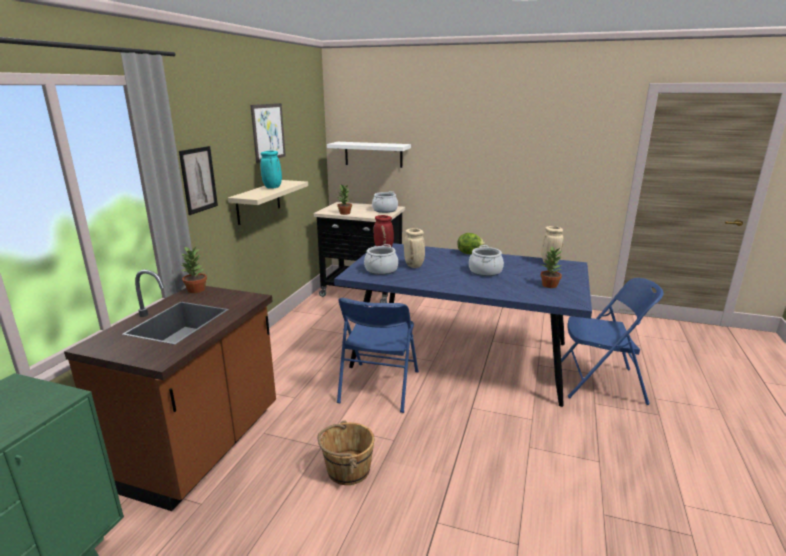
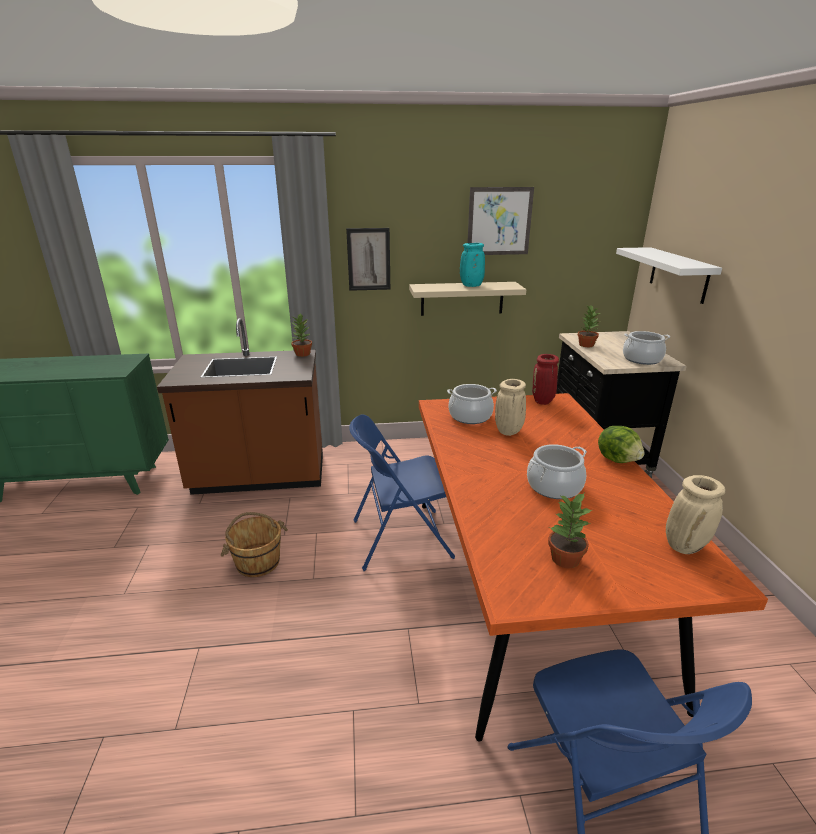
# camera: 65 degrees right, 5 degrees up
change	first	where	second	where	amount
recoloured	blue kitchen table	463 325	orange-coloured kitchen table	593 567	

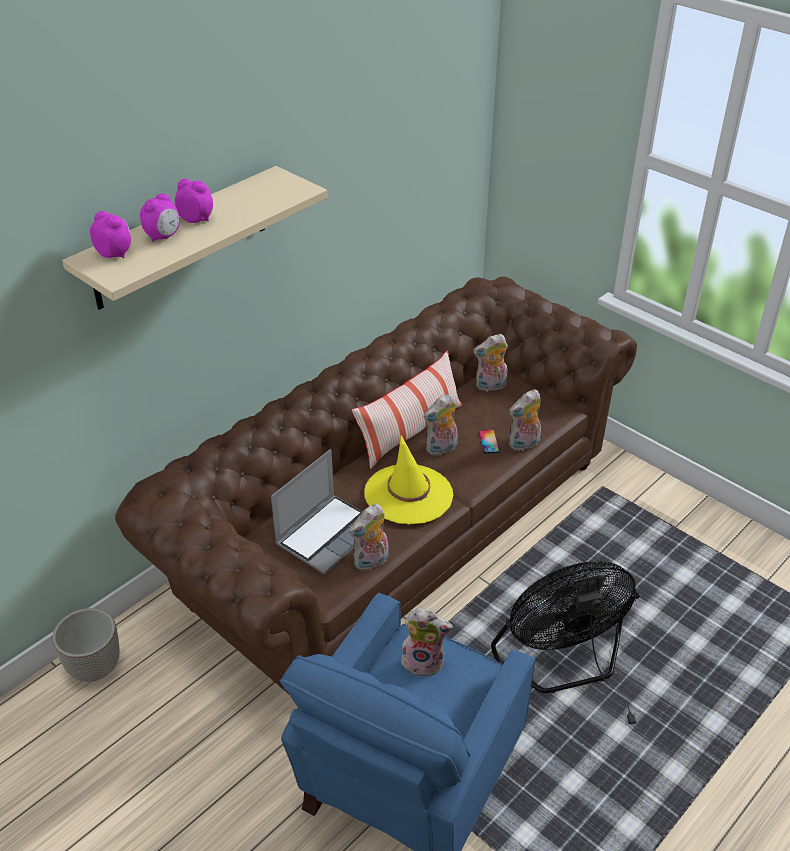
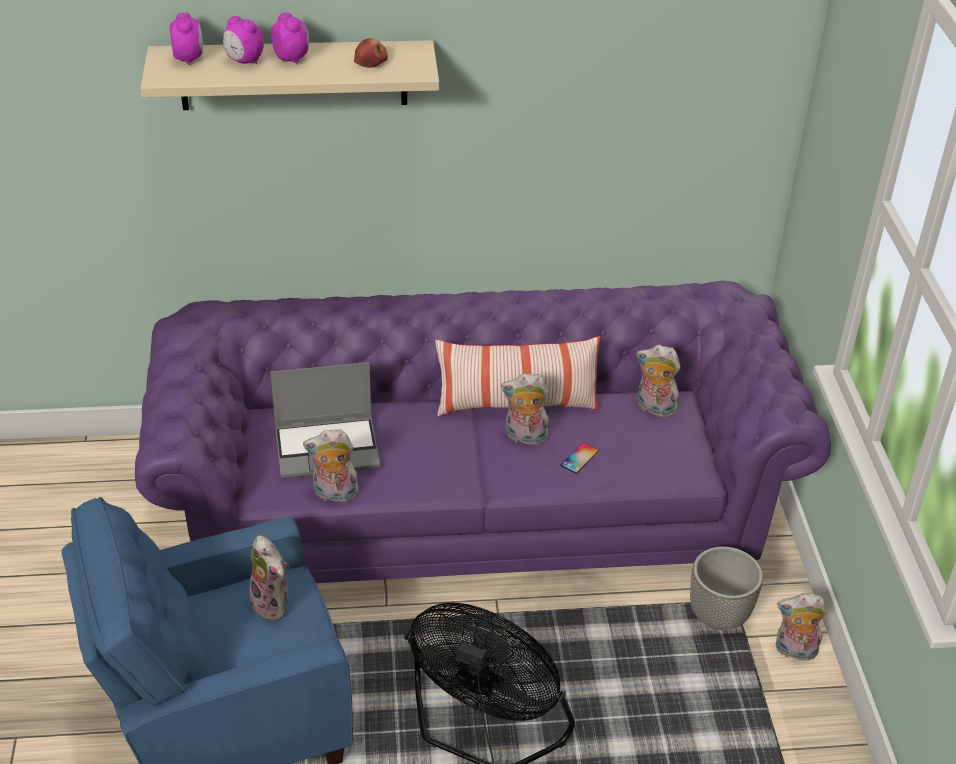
# camera: 40 degrees right, 0 degrees up
change	first	where	second	where	amount
recoloured	brownish sofa	376 484	purple sofa	483 432	
turned	alarm clock	160 218		243 40	45 degrees clockwise
added			whole apple	371 53	
moved	planter	86 645		726 588	
moved	soft toy	525 420		801 627	
removed	yellowish hat	408 480			

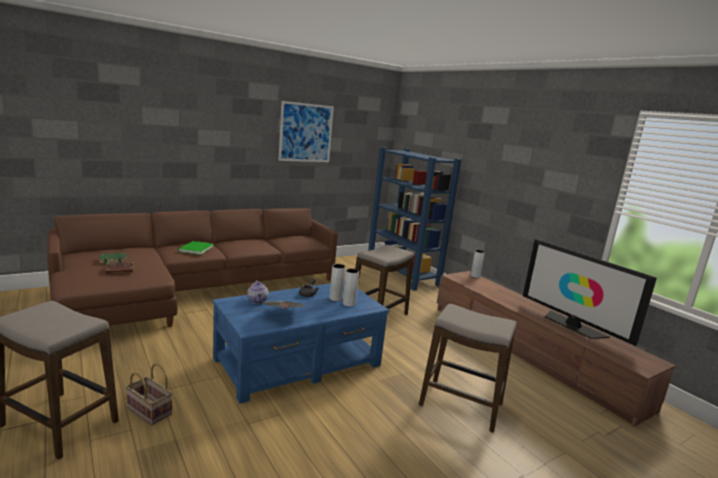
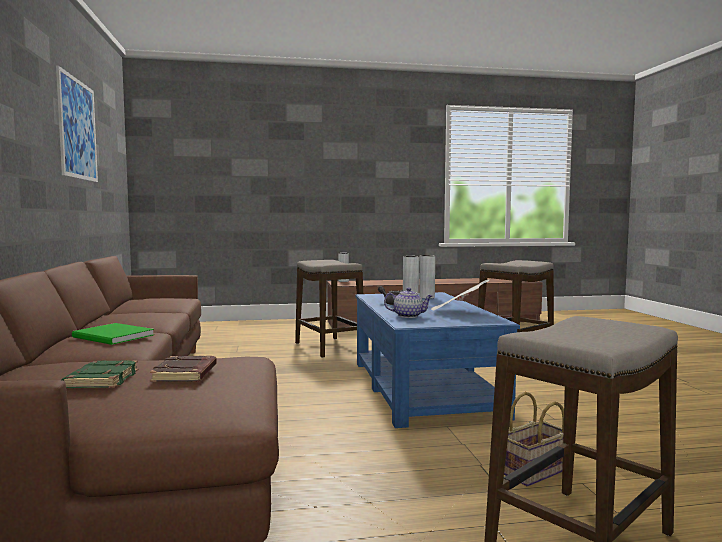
# camera: 65 degrees left, 10 degrees down
change	first	where	second	where	amount
removed	blue bookshelf	415 219			
removed	TV	590 292			

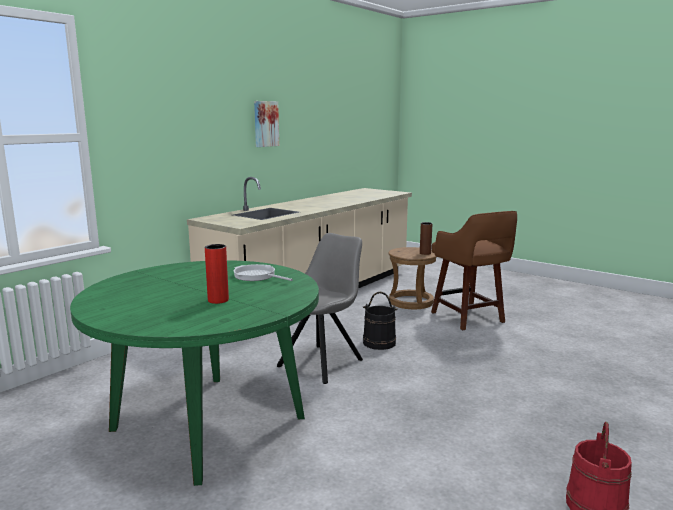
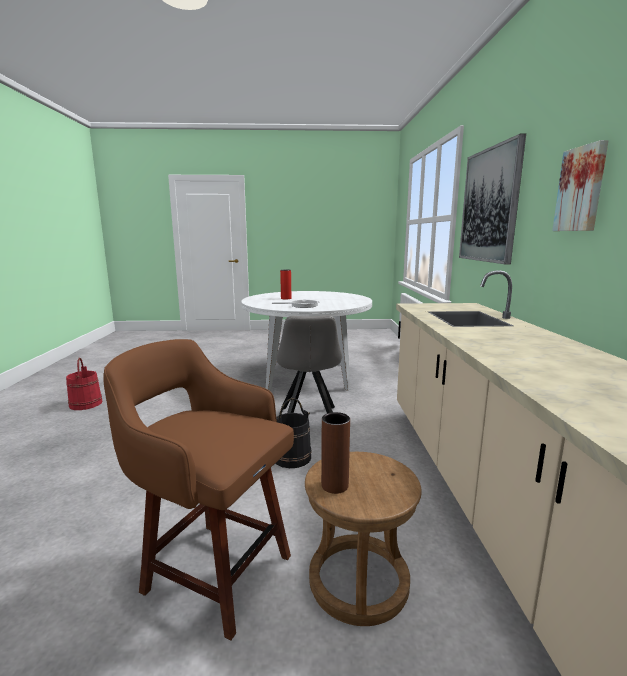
# camera: 140 degrees right, 0 degrees up
change	first	where	second	where	amount
recoloured	greenish kitchen table	194 373	whitish kitchen table	306 341	
added			wall picture	492 199	

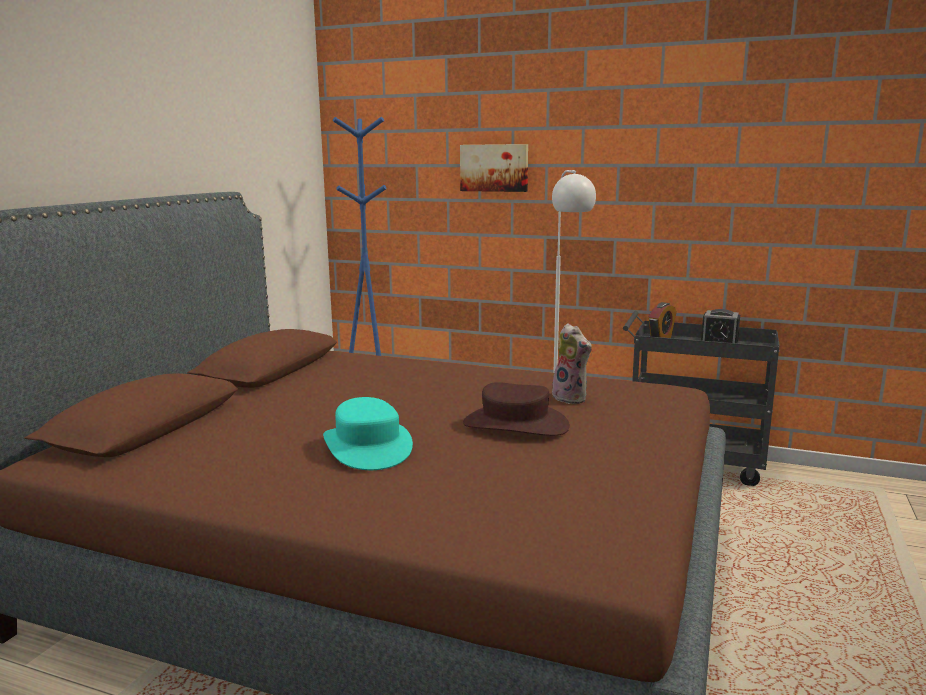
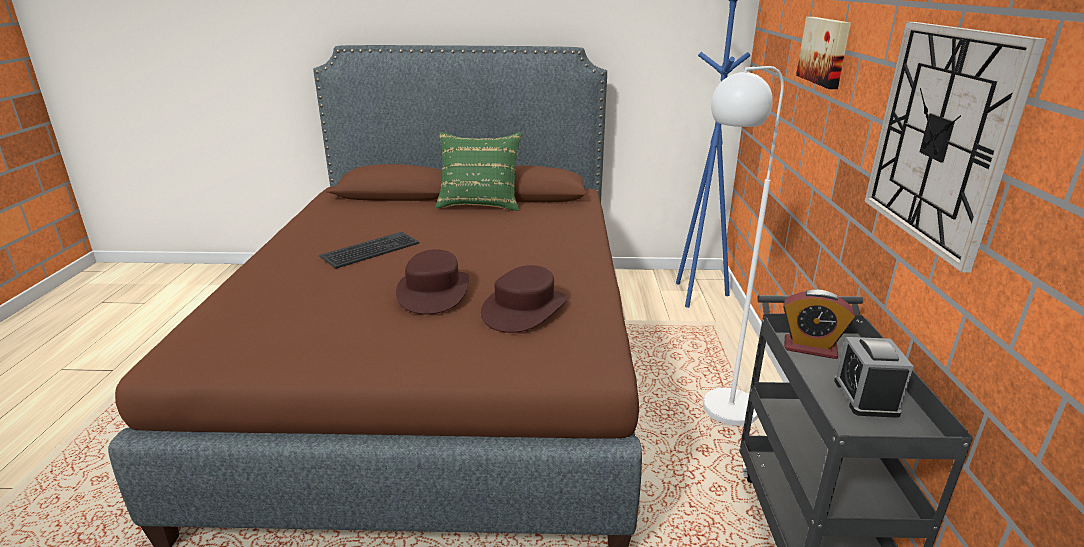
# camera: 70 degrees right, 10 degrees up
change	first	where	second	where	amount
replaced	blue-green hat	368 433	PC keyboard	369 250	
added			greenish cushion	479 171	
replaced	soft toy	572 363	brownish hat	524 299	
added			hanging clock	955 147	

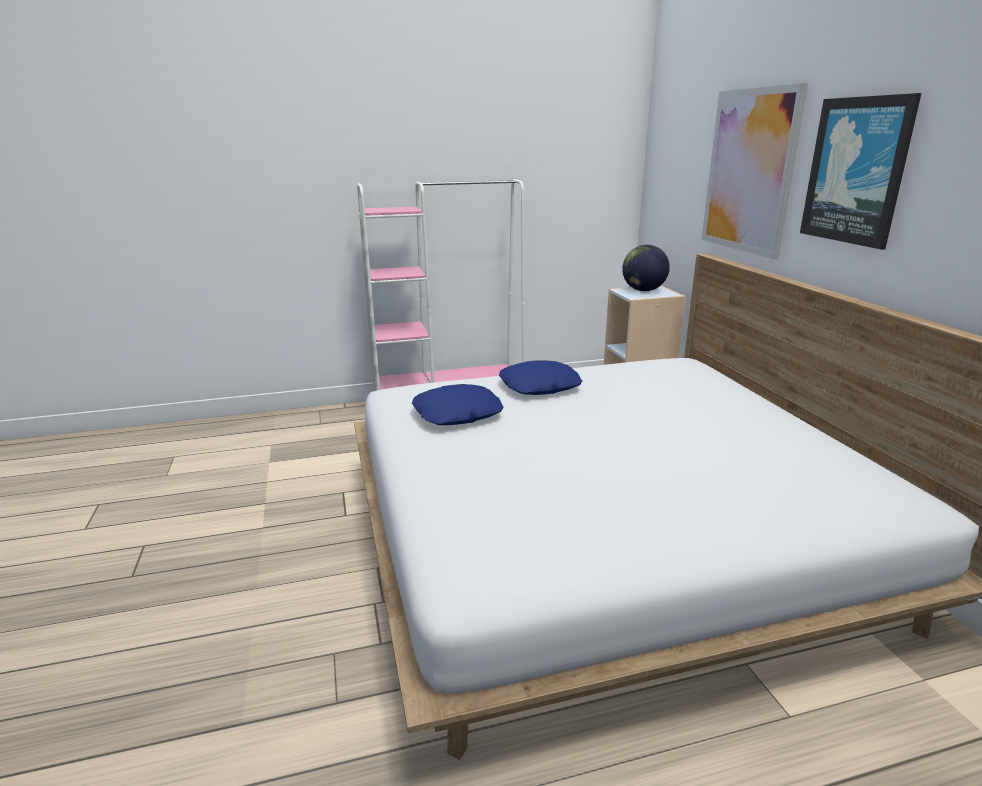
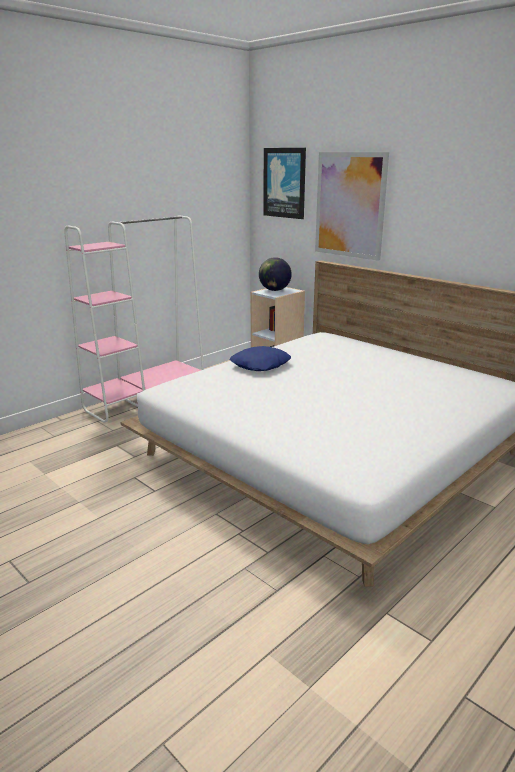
# camera: 30 degrees left, 0 degrees up
change	first	where	second	where	amount
moved	wall picture	860 171		284 183	
removed	blue cushion	457 404			

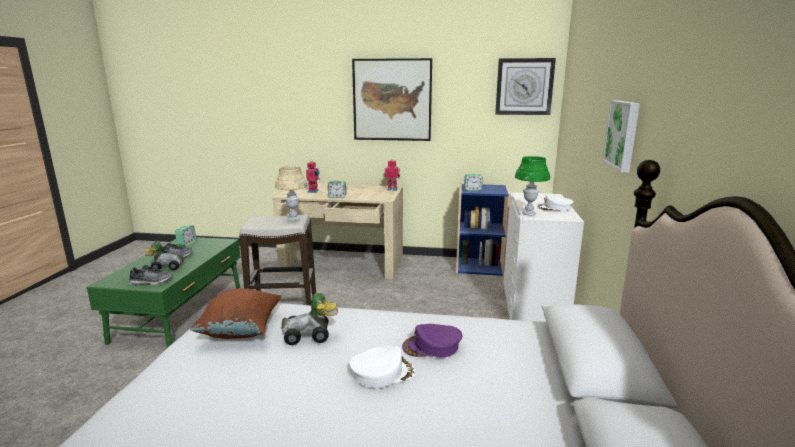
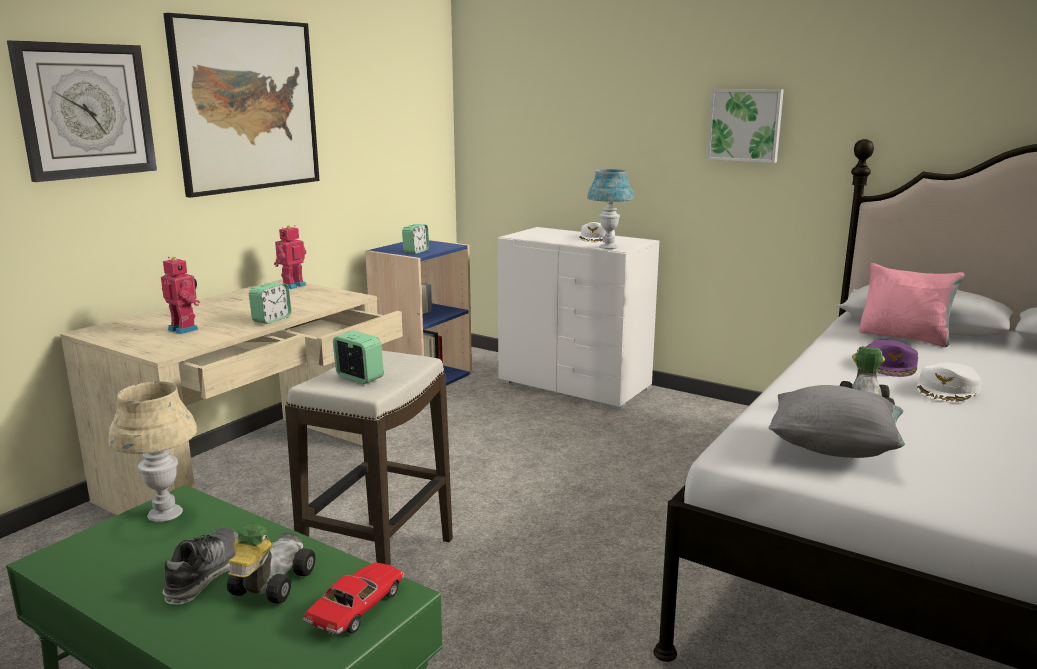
# camera: 65 degrees left, 0 degrees up
change	first	where	second	where	amount
moved	hanging clock	525 86		82 111	
moved	sand-coloured tabletop lamp	291 193		152 451	
replaced	item of footwear	150 275	miniature car	353 598	
moved	alarm clock	185 235		358 357	
recoloured	greenish tabletop lamp	532 185	blue tabletop lamp	610 209	
recoloured	brownish cushion	236 313	gray cushion	837 421	
added			pinkish cushion	912 305	
turned	whitish peaked cap	382 367		949 382	150 degrees counterclockwise

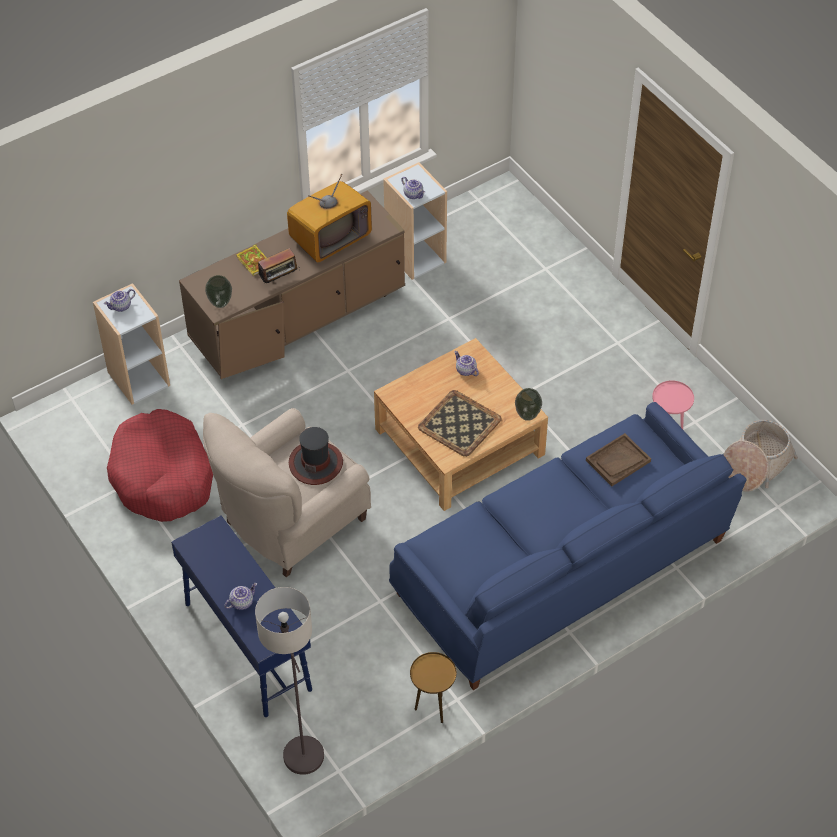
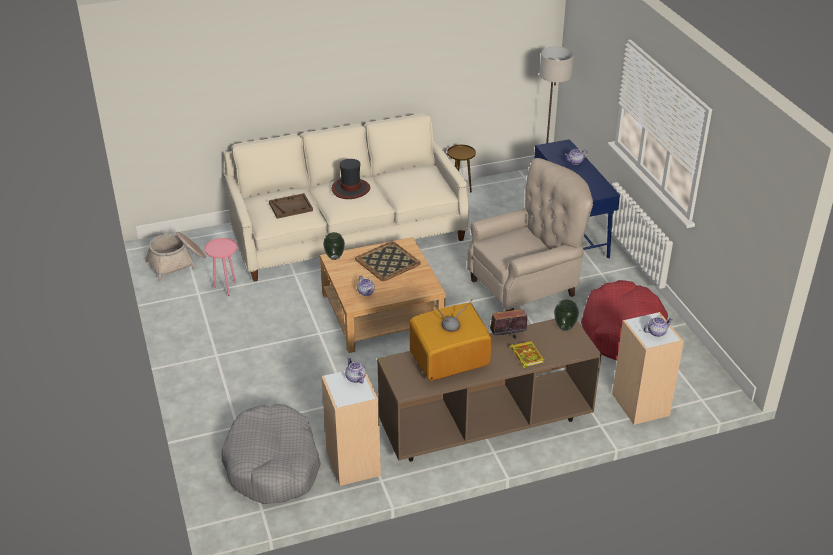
# camera: 165 degrees left, 15 degrees down
change	first	where	second	where	amount
added			gray dog cushion	271 454	
recoloured	blue sofa	567 546	sand-coloured sofa	346 198	
moved	hat	316 456		351 179	

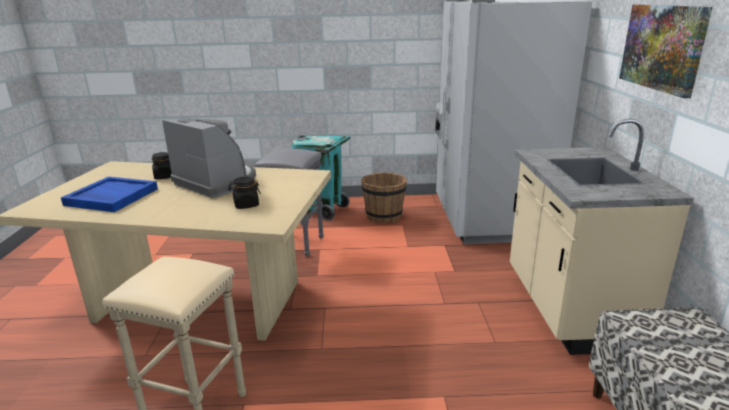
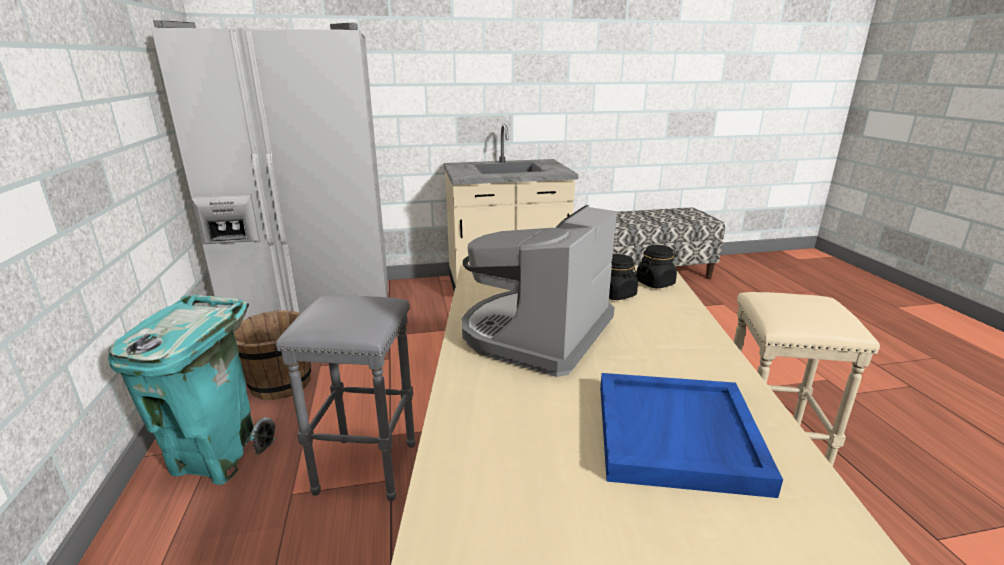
# camera: 100 degrees left, 0 degrees up
change	first	where	second	where	amount
moved	black-coloured jar	162 165		656 267	
removed	wall picture	666 51			

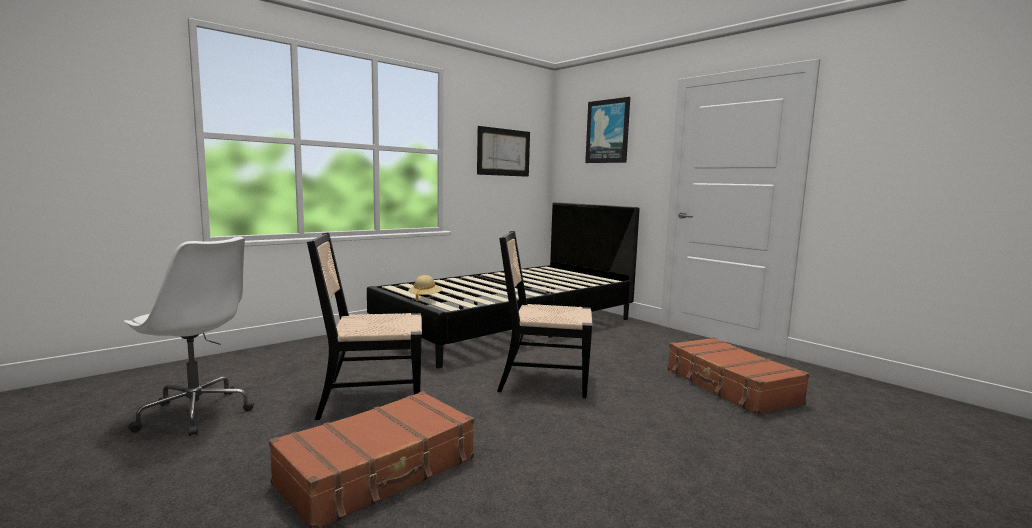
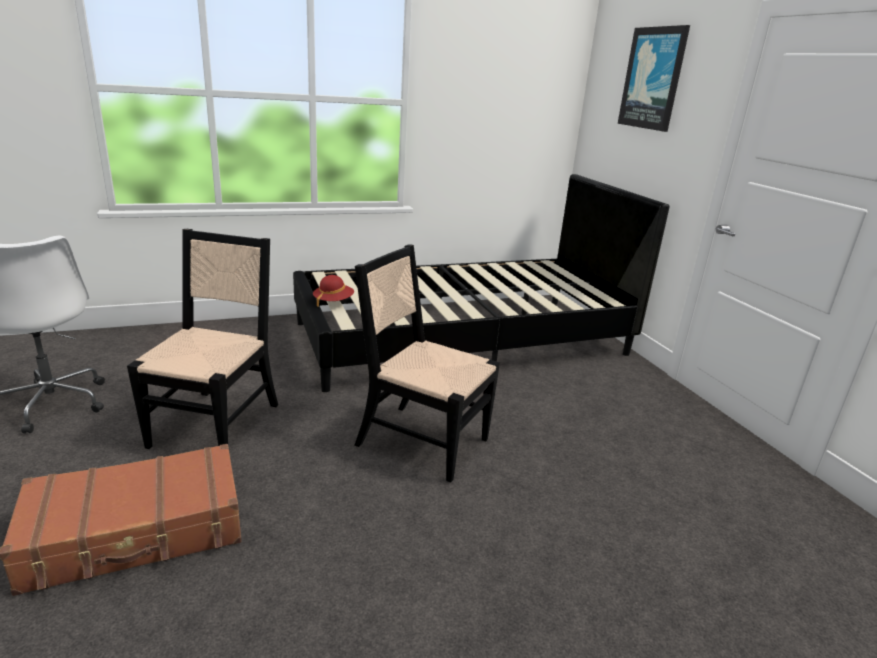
# camera: 20 degrees right, 15 degrees up
change	first	where	second	where	amount
turned	plain chair	364 326		202 339	90 degrees clockwise
recoloured	sand-coloured hat	425 288	reddish hat	333 291	
removed	wall picture	503 151			
removed	brownish suitcase	739 376			

